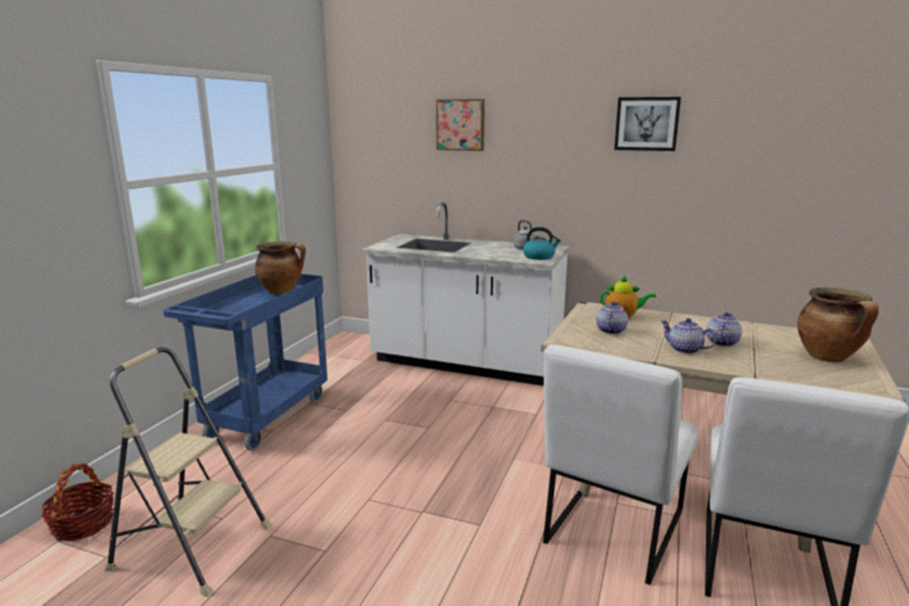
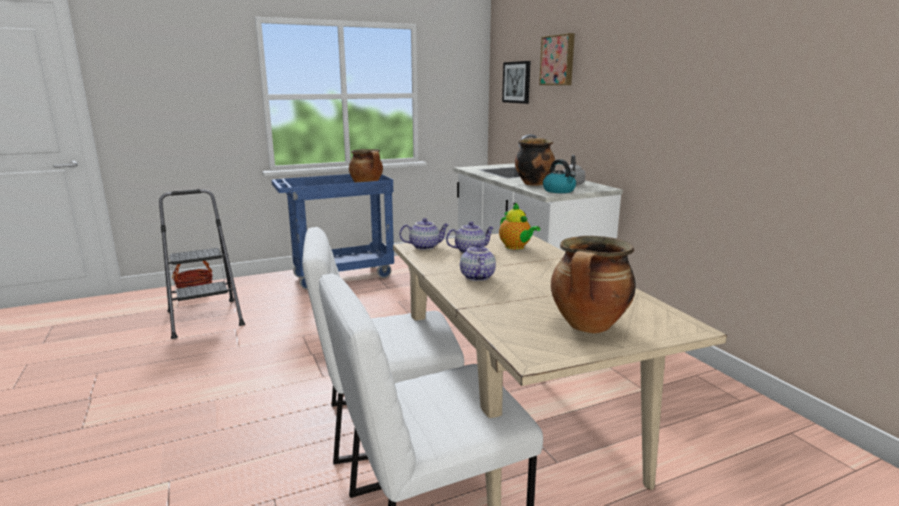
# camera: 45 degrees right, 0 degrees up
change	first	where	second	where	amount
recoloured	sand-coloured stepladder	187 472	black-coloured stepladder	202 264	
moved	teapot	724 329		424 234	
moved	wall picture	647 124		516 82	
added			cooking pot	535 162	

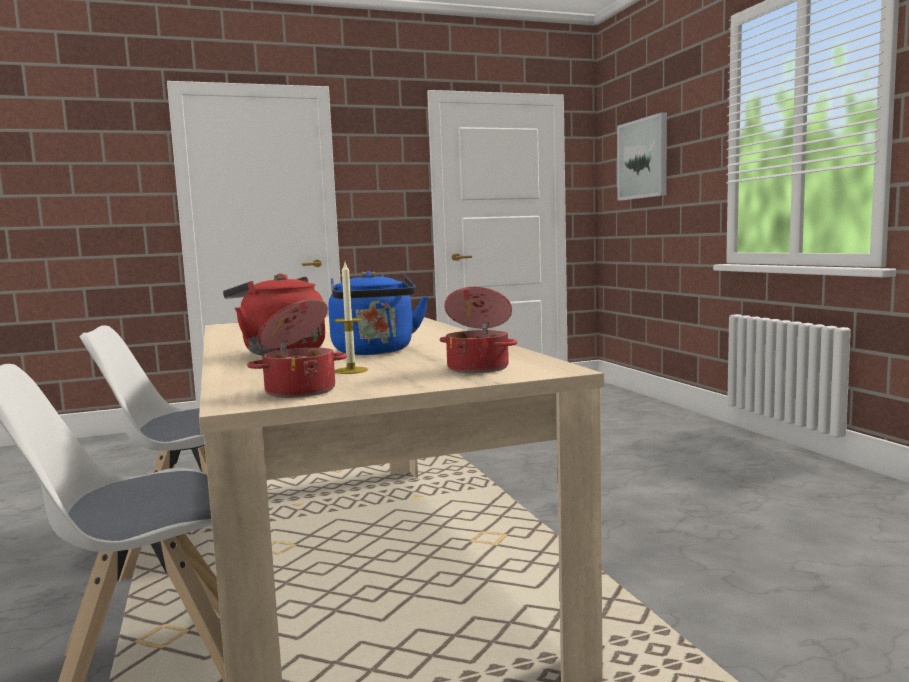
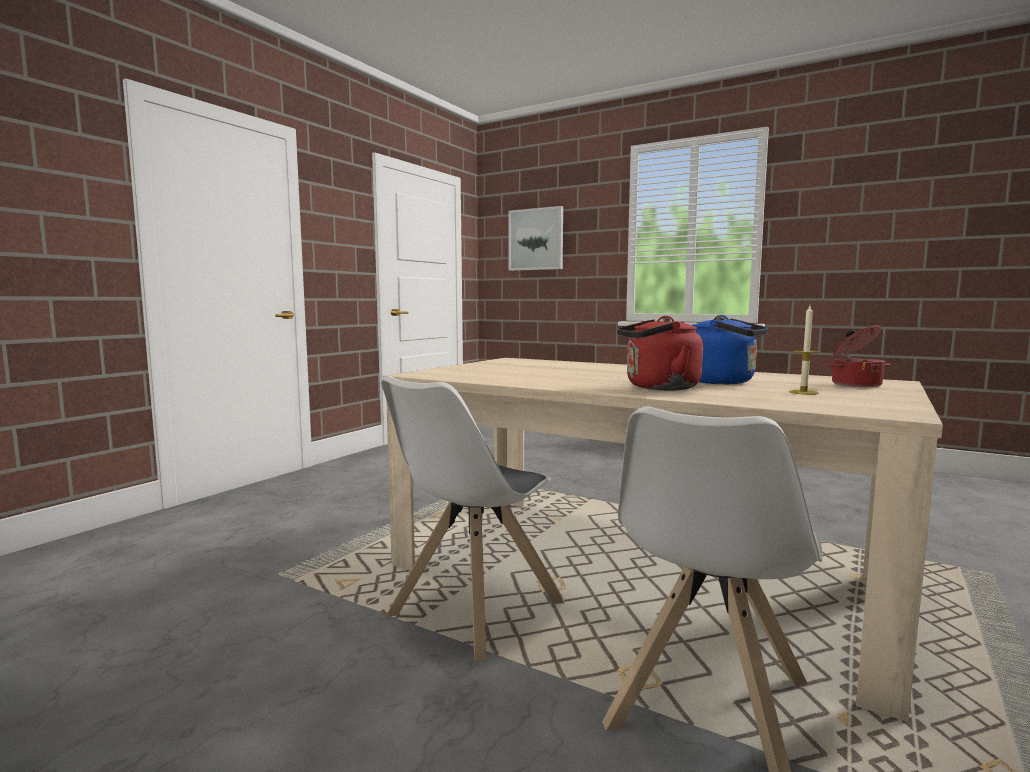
# camera: 40 degrees left, 0 degrees up
change	first	where	second	where	amount
removed	cooking pot	297 348			

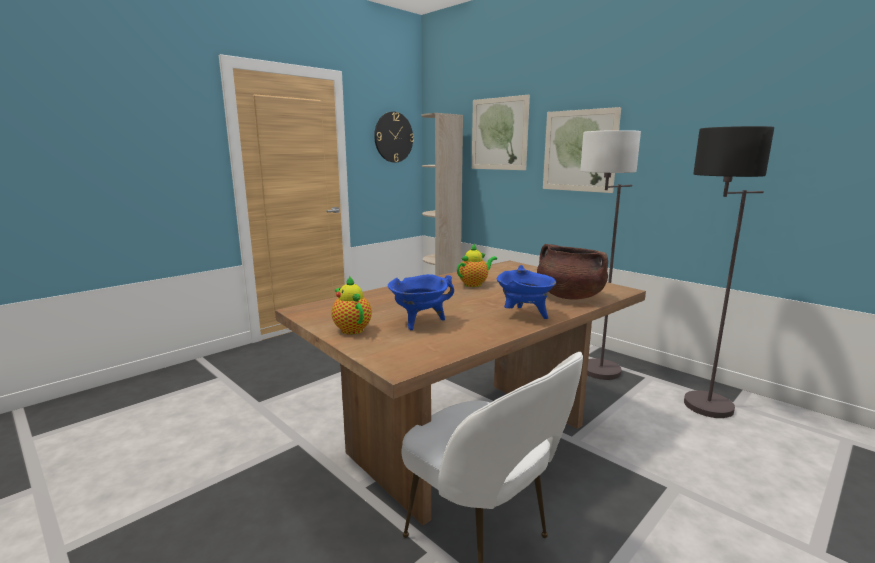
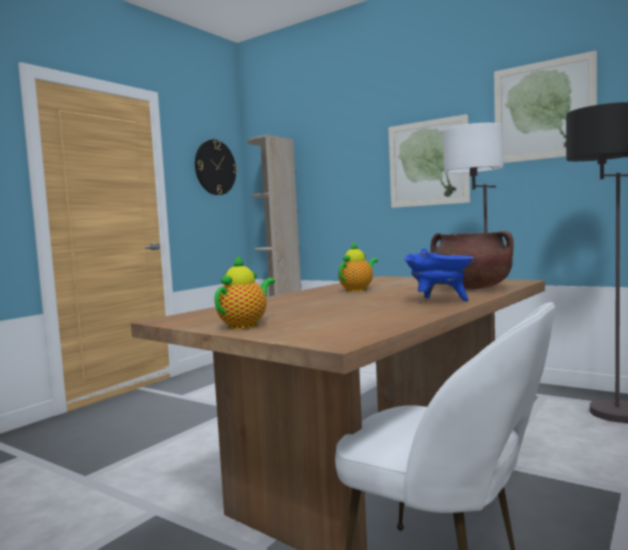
# camera: 10 degrees left, 10 degrees down
change	first	where	second	where	amount
turned	teapot	351 305		244 292	75 degrees clockwise
moved	wall picture	501 132		545 107	
removed	blue cooking pot	421 302			

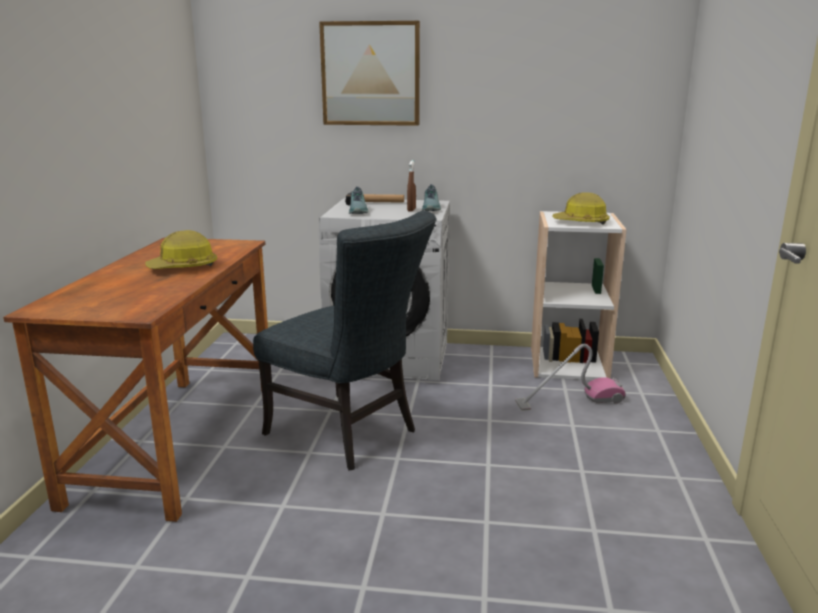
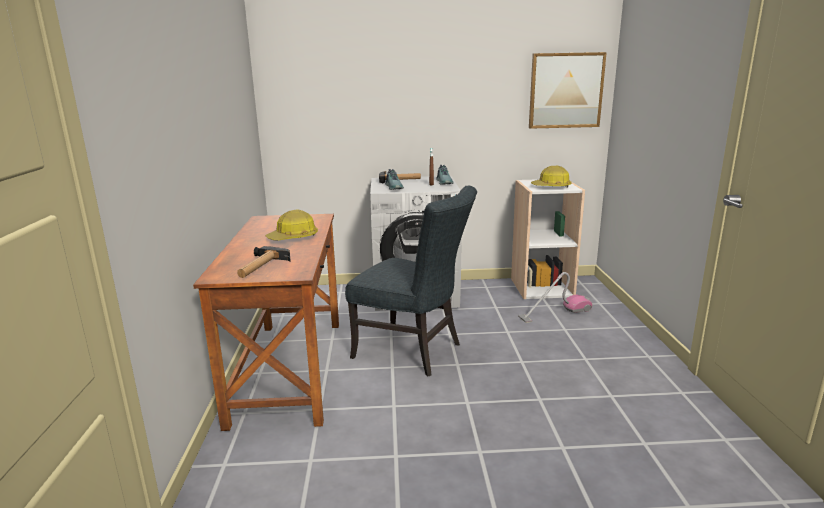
# camera: 10 degrees left, 0 degrees up
change	first	where	second	where	amount
added			hammer	264 262	
moved	wall picture	369 73		568 90	

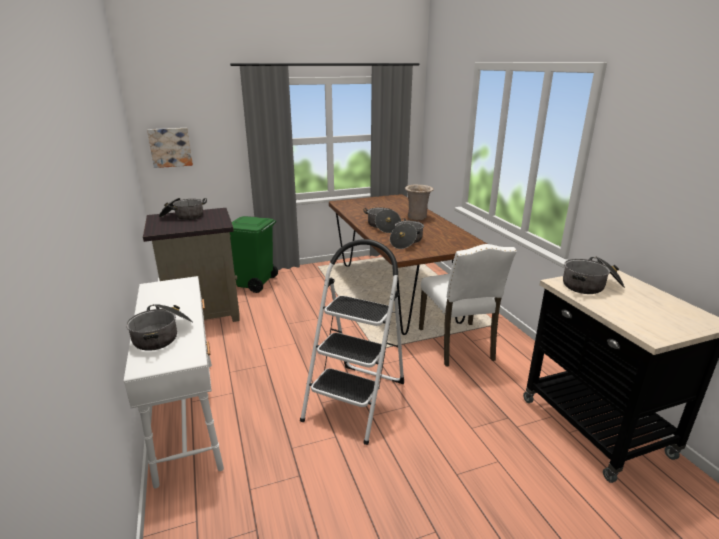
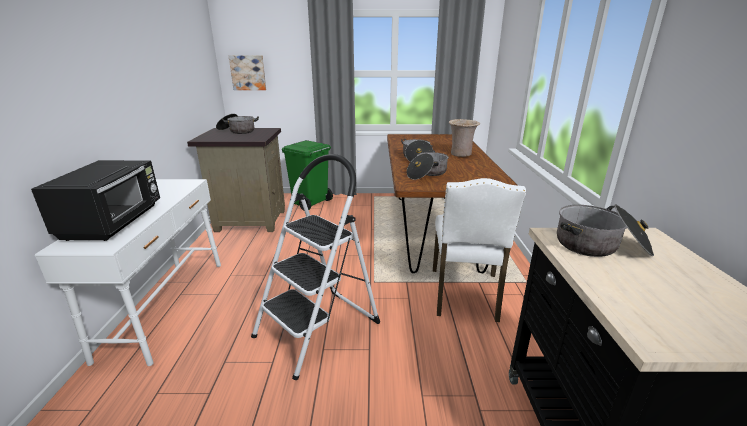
# camera: 20 degrees right, 0 degrees up
change	first	where	second	where	amount
replaced	cooking pot	159 327	black-coloured kitchen microwave	95 200	

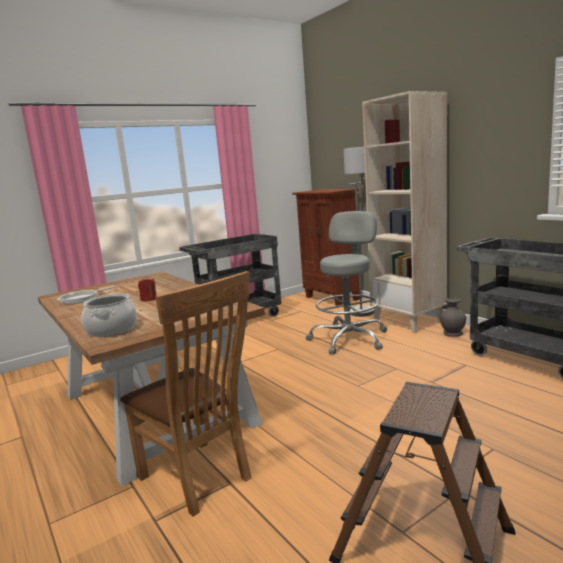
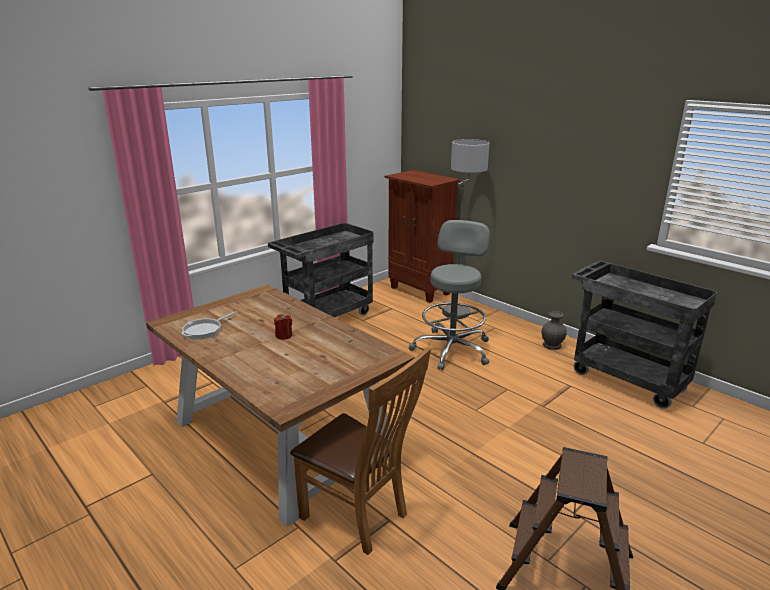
# camera: 10 degrees left, 10 degrees up
change	first	where	second	where	amount
removed	cooking pot	109 315			
removed	sand-coloured bookshelf	404 212			

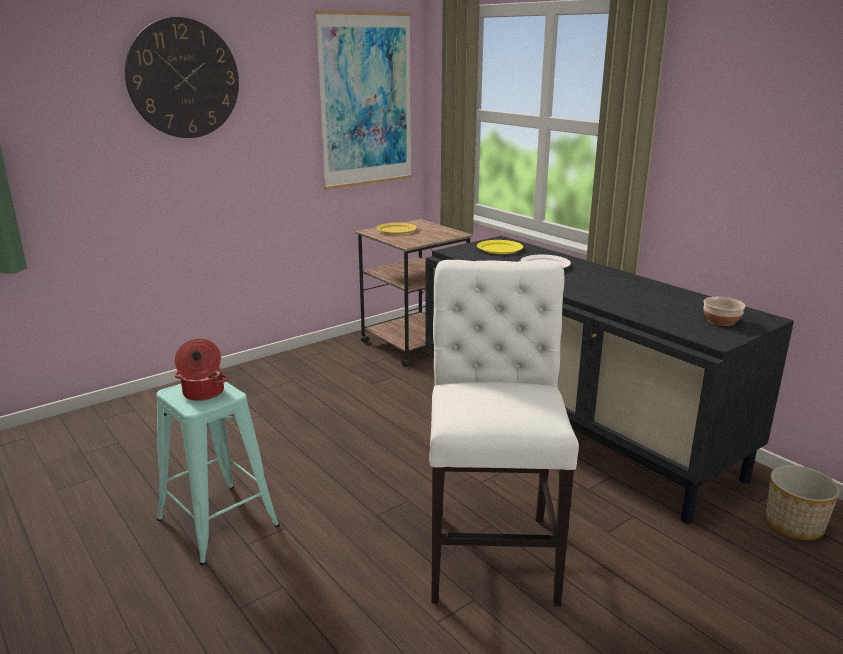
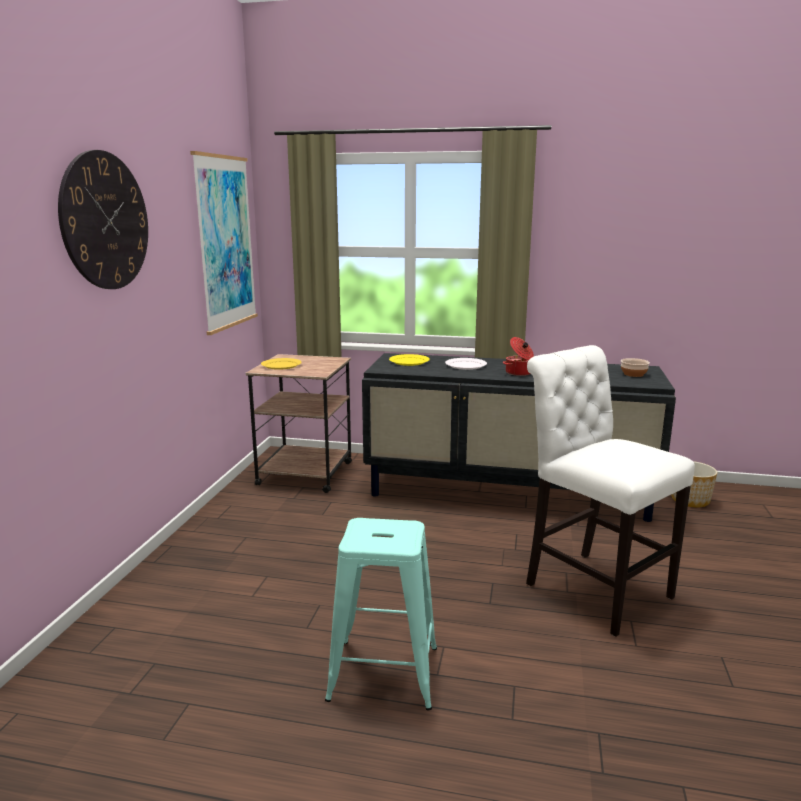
# camera: 40 degrees left, 5 degrees down
change	first	where	second	where	amount
moved	cooking pot	202 370		518 356	

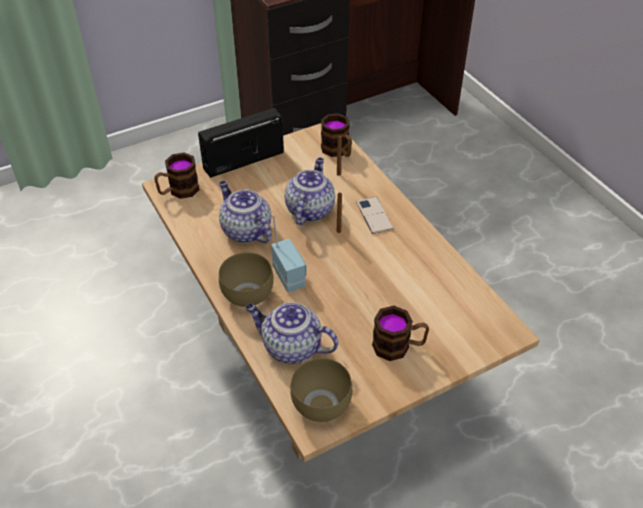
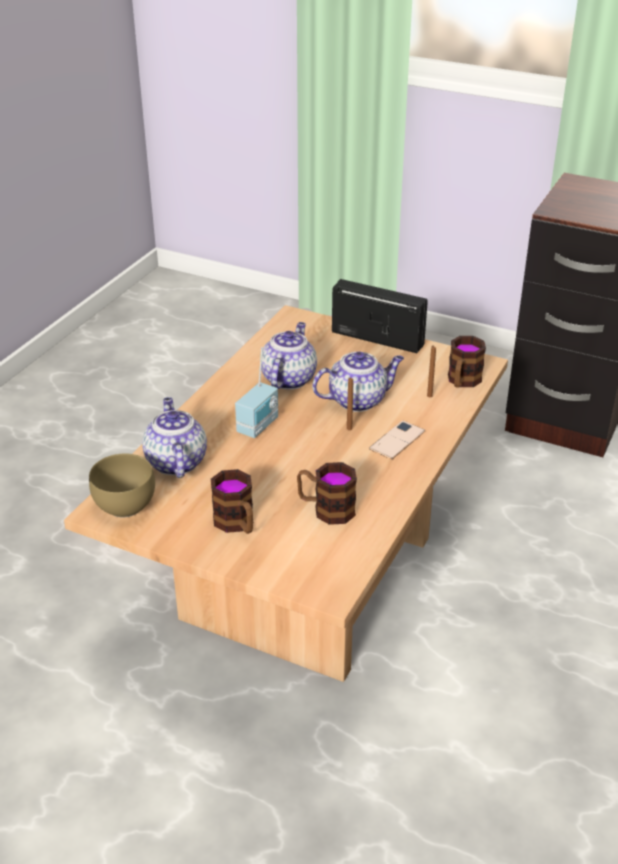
# camera: 55 degrees right, 10 degrees down
change	first	where	second	where	amount
moved	tea mug	176 175		327 493	
removed	brownish serving bowl	246 279			

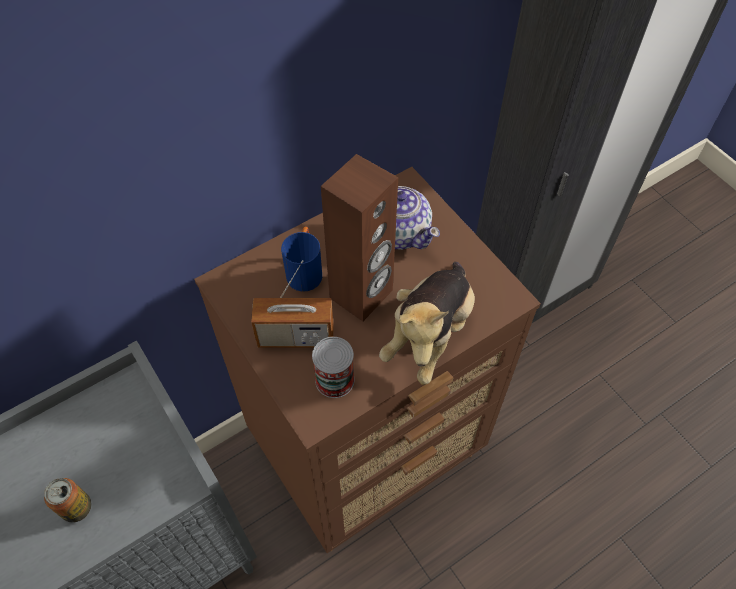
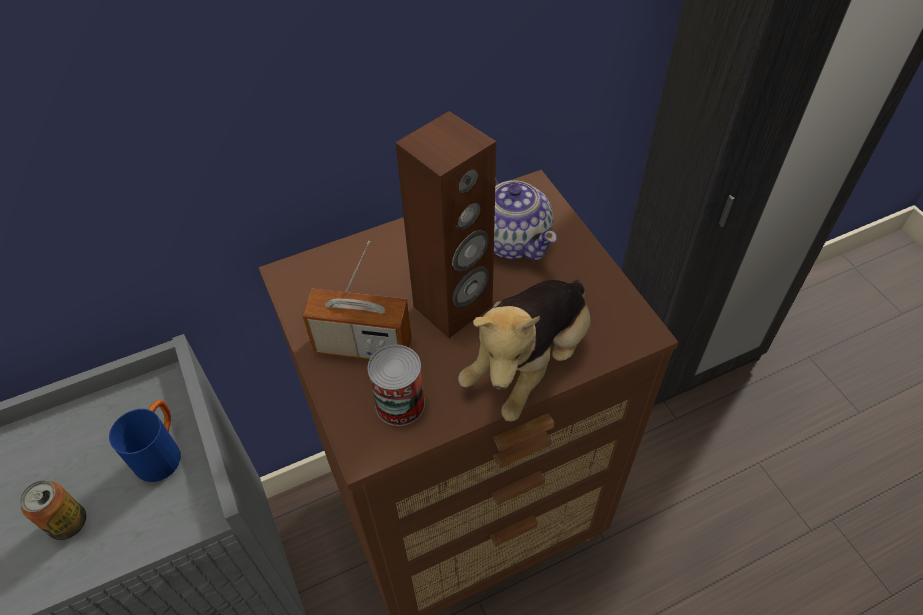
# camera: 10 degrees right, 5 degrees down
change	first	where	second	where	amount
moved	blue tea mug	301 259		145 441	

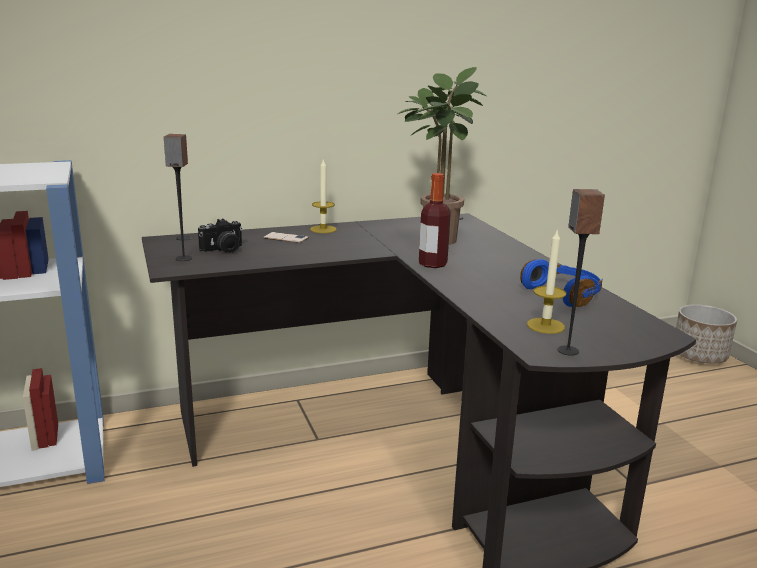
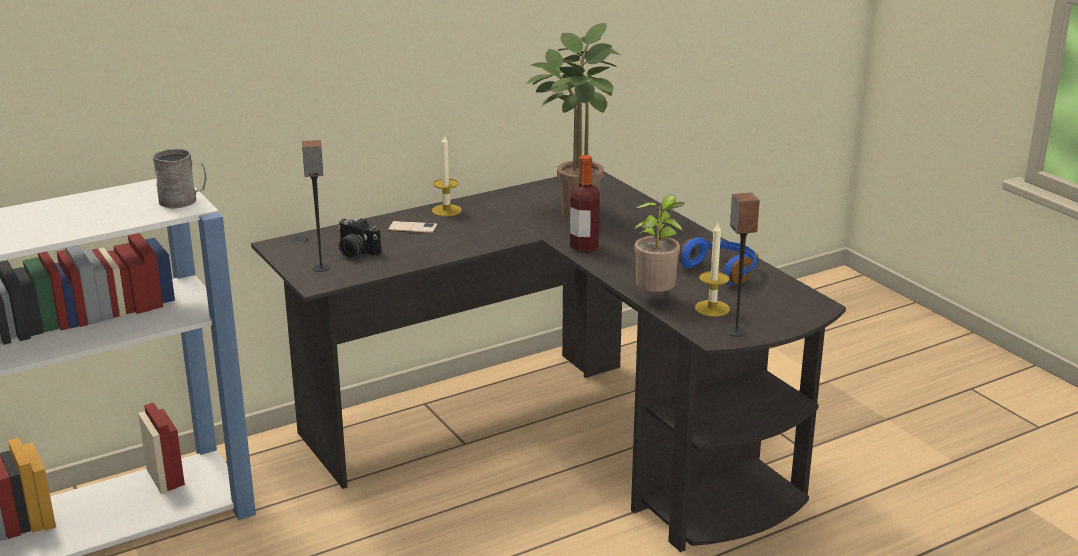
# camera: 10 degrees left, 5 degrees up
change	first	where	second	where	amount
added			gray tea mug	179 178	
turned	photo camera	220 235		359 238	75 degrees clockwise
added			plant in a pot	659 243	
removed	planter	706 334			

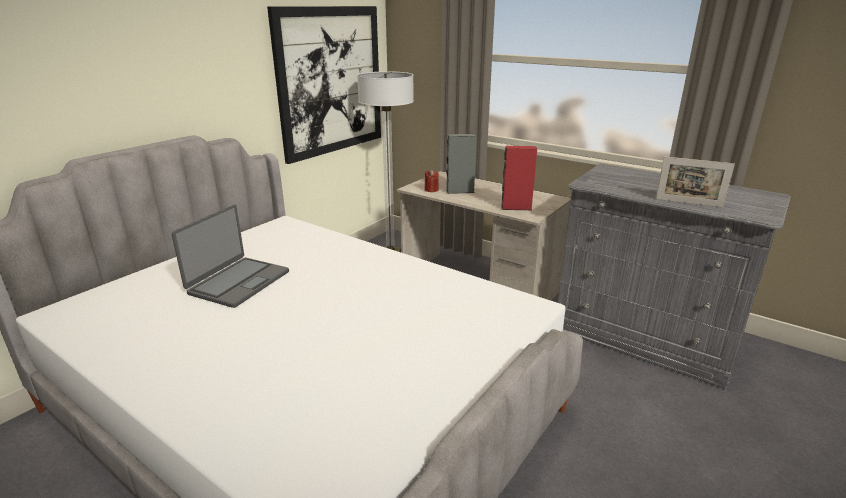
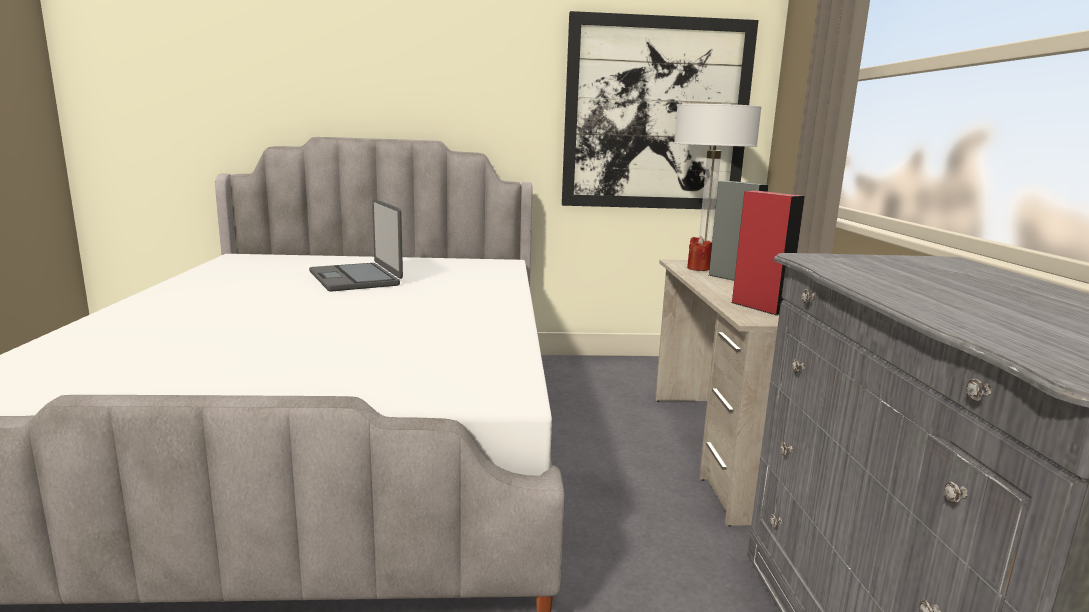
# camera: 50 degrees right, 10 degrees down
change	first	where	second	where	amount
turned	portable computer	230 256		356 245	75 degrees clockwise
removed	photo frame	695 182			

